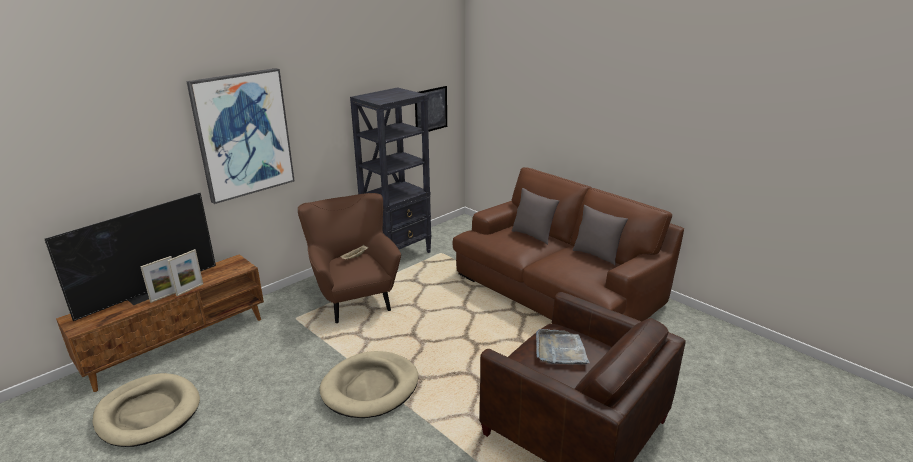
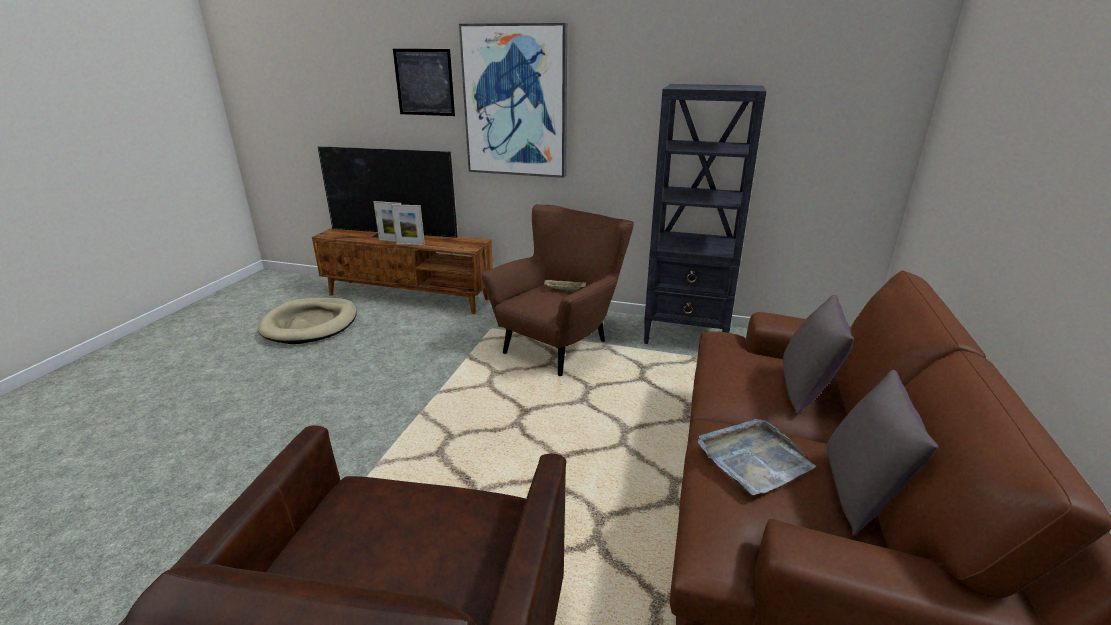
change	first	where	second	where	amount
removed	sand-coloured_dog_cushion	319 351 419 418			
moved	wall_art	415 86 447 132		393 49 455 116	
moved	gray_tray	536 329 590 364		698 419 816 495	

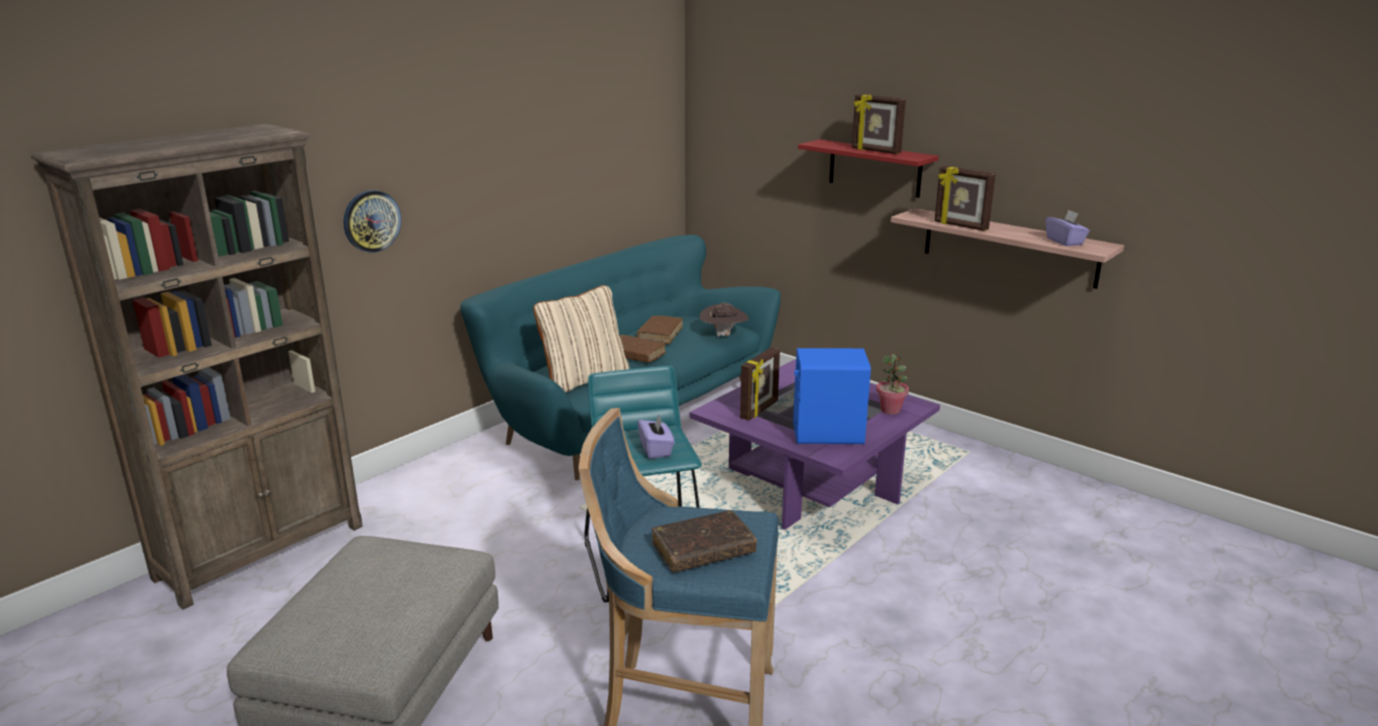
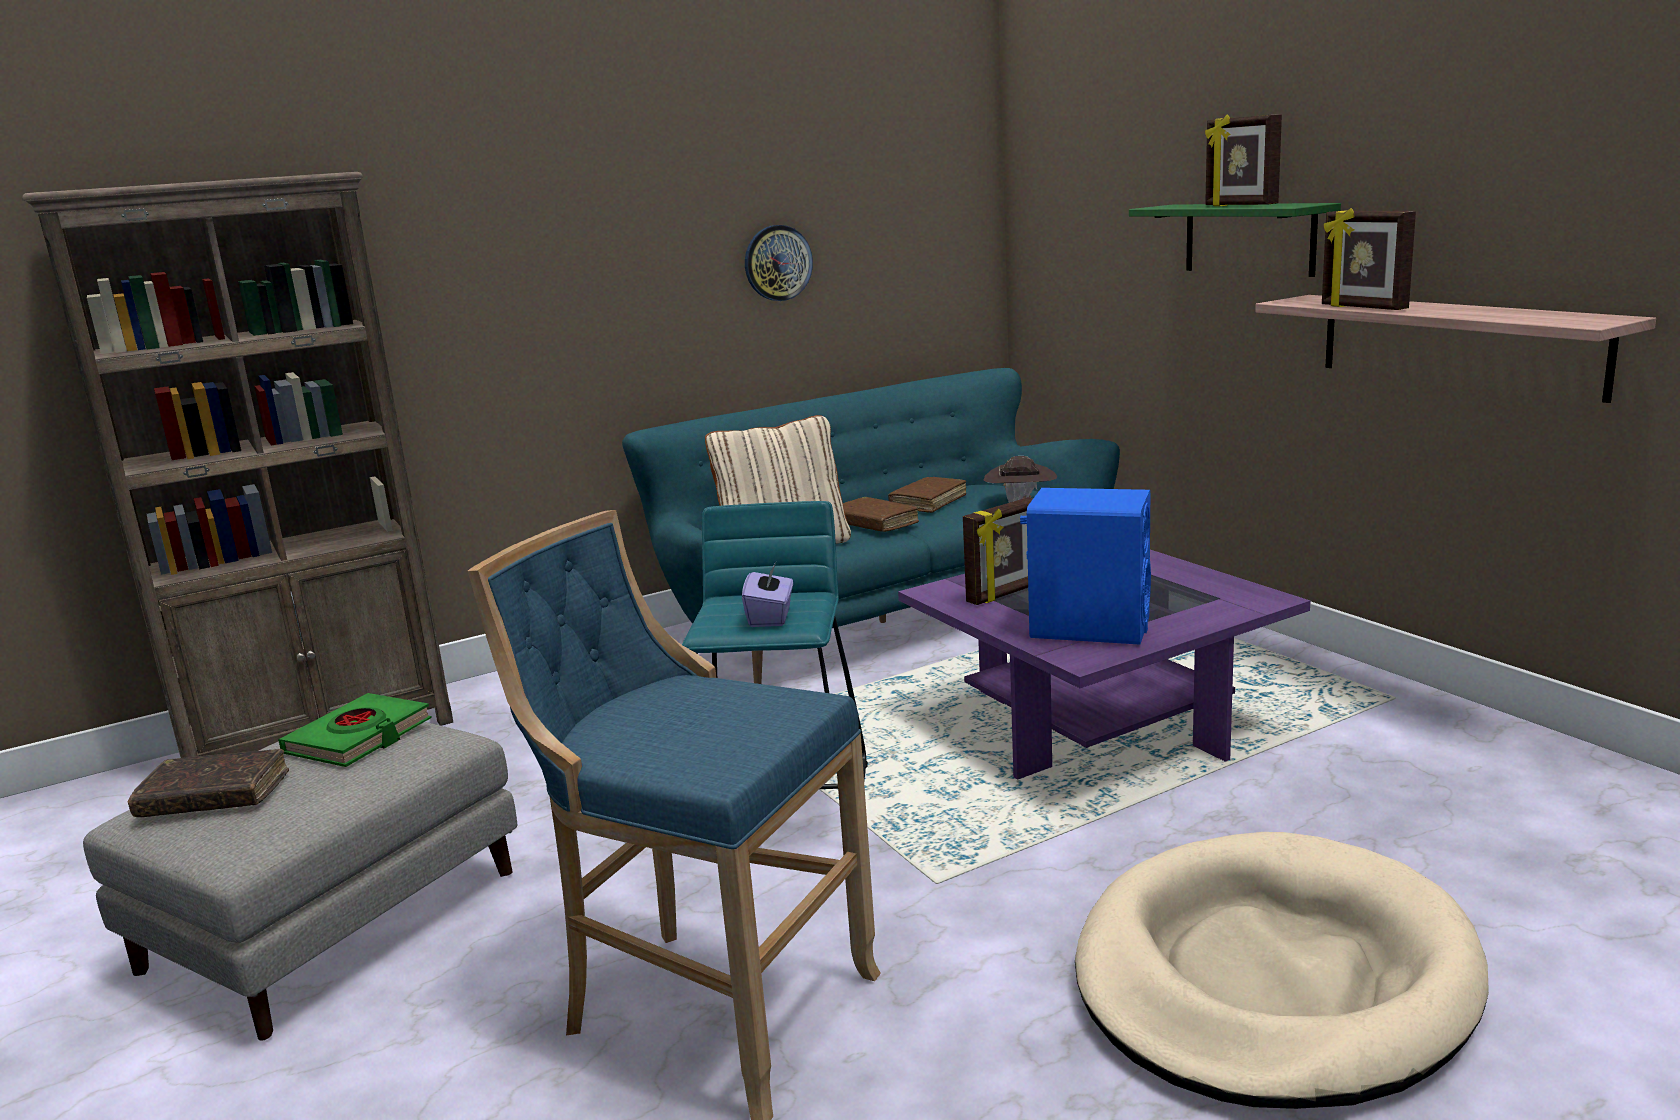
change	first	where	second	where	amount
moved	hanging_clock	343 190 401 252		745 225 813 301	
moved	brown-coloured_book	651 510 757 572		128 749 289 817	
recoloured	red_wall_shelf	798 139 939 198	green-coloured_wall_shelf	1129 203 1341 277	
removed	potted_plant	876 354 909 414			
removed	purple_tissue_holder	1046 210 1090 246			
added			green-coloured_book	278 693 432 767	
added			sand-coloured_dog_cushion	1075 832 1489 1109	

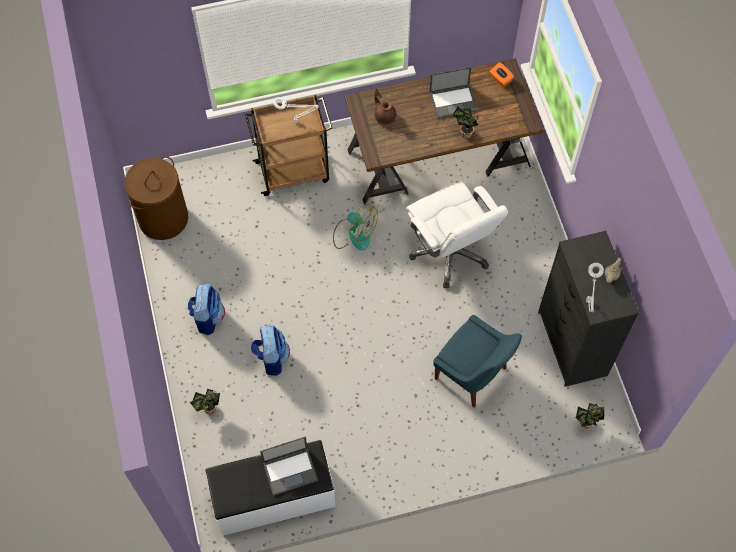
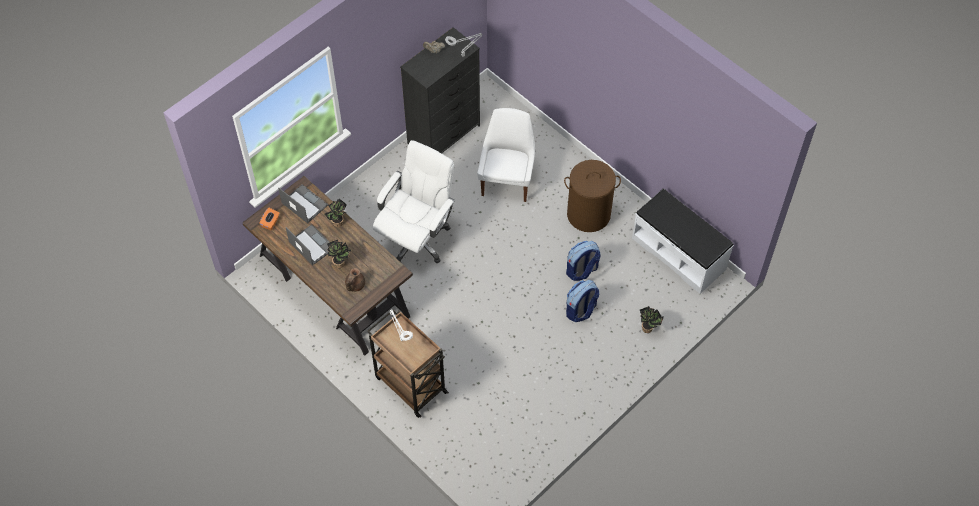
change	first	where	second	where	amount
moved	brown-coloured_washing_basket	124 156 188 240		564 160 621 232	
moved	knapsack	188 283 225 335		566 241 601 281	
moved	notebook_computer	260 436 318 496		278 184 328 223	
removed	fan	333 204 378 251			
recoloured	bluish_upright_chair	433 315 522 408	white-coloured_upright_chair	477 108 535 202	
moved	potted_plant	575 403 604 429		327 239 351 268	

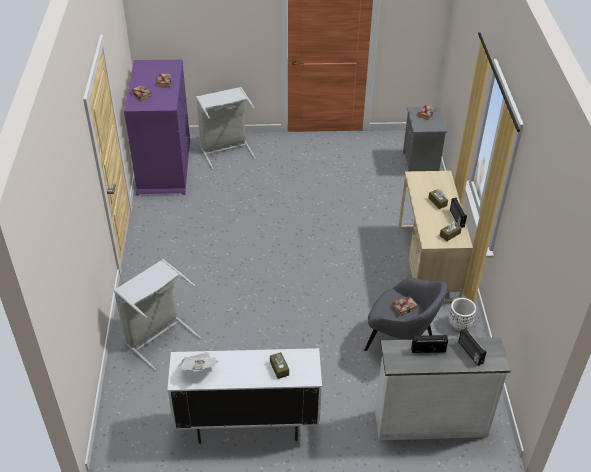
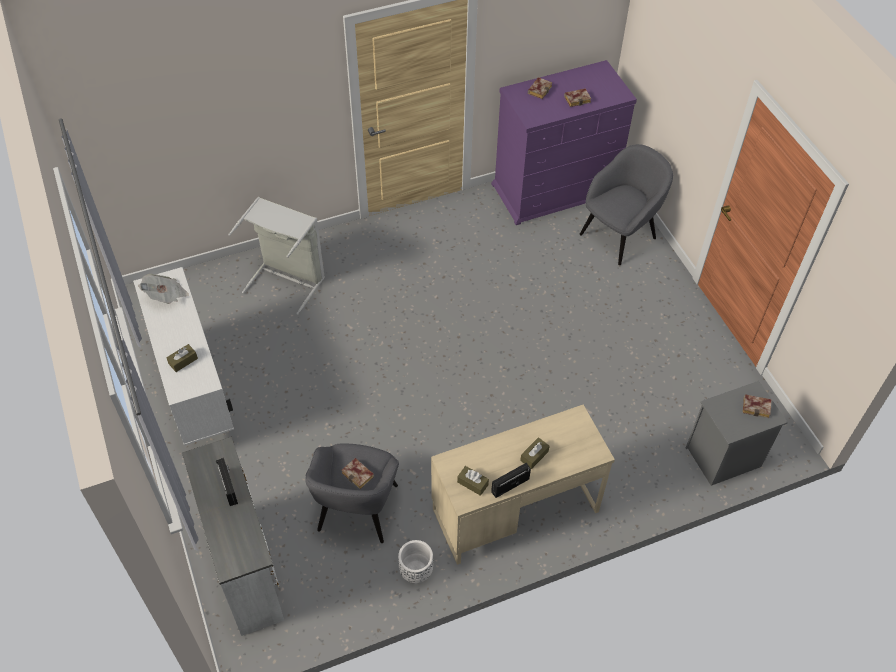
change	first	where	second	where	amount
replaced	gray_washing_basket	196 87 256 169	gray_armchair	580 144 673 265	
removed	radio_receiver	458 328 486 366			

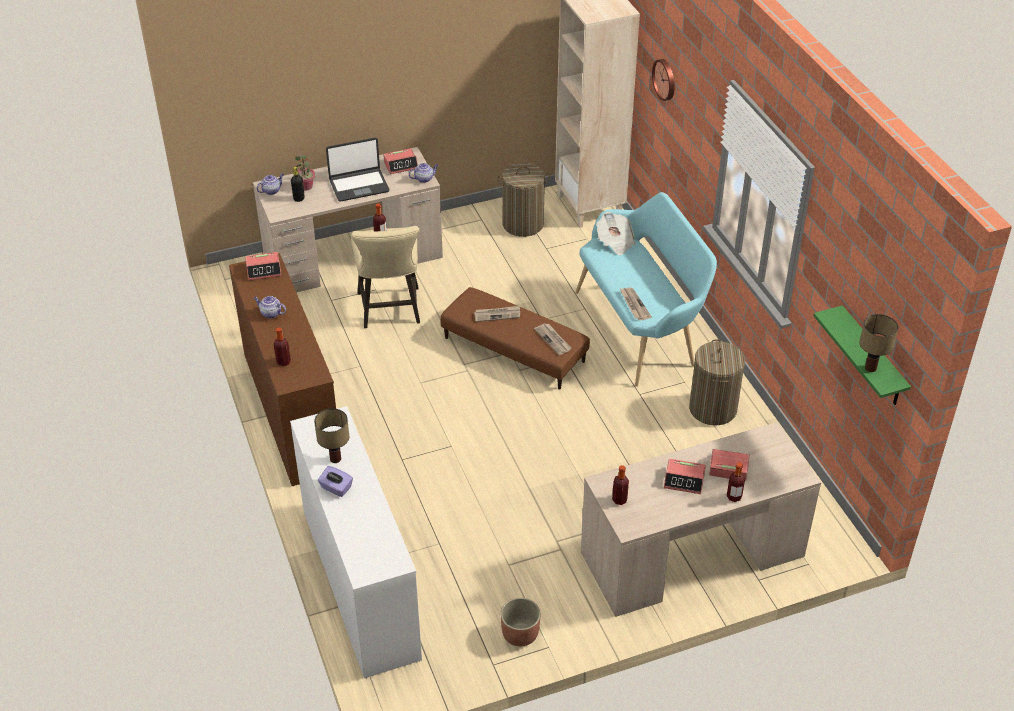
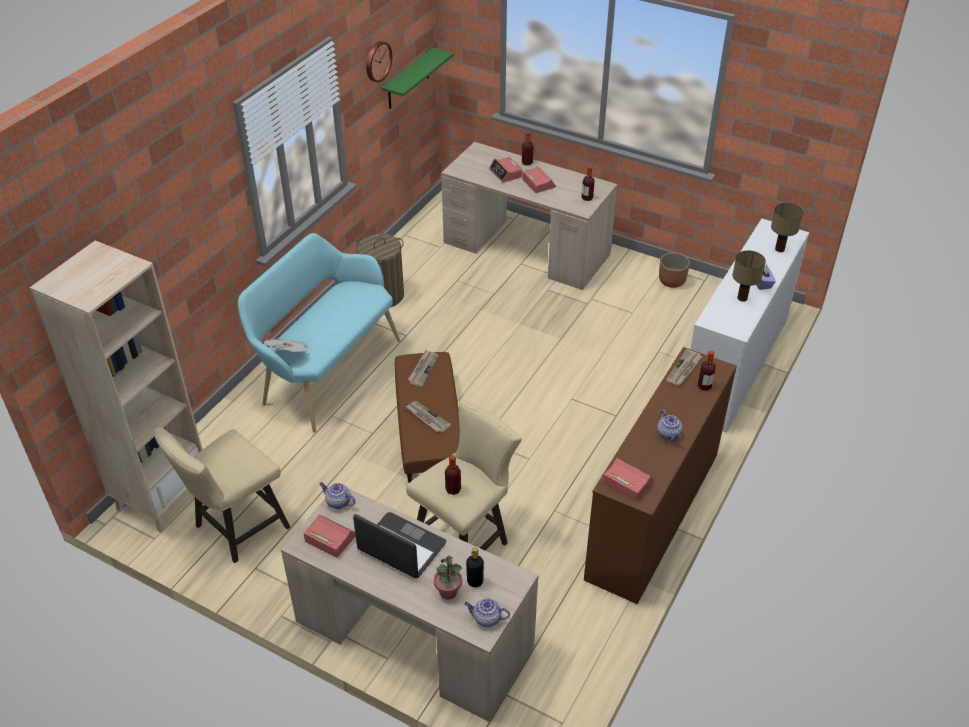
change	first	where	second	where	amount
replaced	washing_basket	497 162 550 237	sand-coloured_sitting_stool	153 427 290 563	
moved	daily_paper	619 288 652 321		666 349 703 386	
moved	hanging_clock	652 59 675 101		366 41 392 82	
moved	tabletop_lamp	859 314 898 372		771 203 803 252	

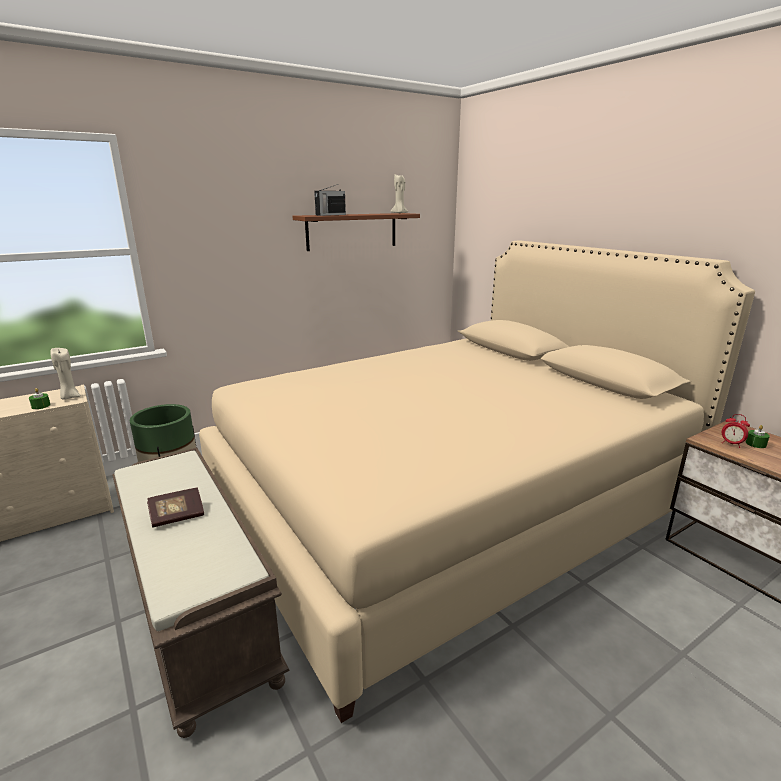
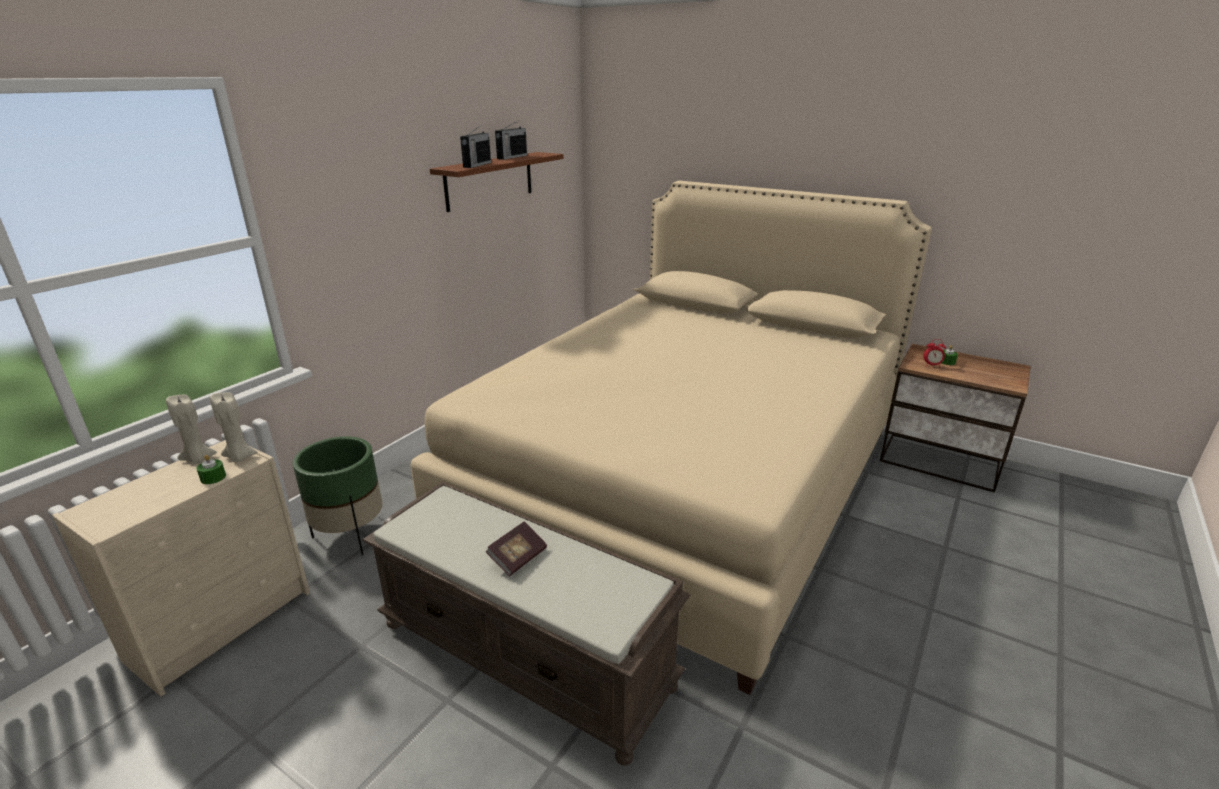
change	first	where	second	where	amount
moved	sand-coloured_candle	391 174 408 213		166 394 217 464	
added			radio_receiver	495 120 527 160	

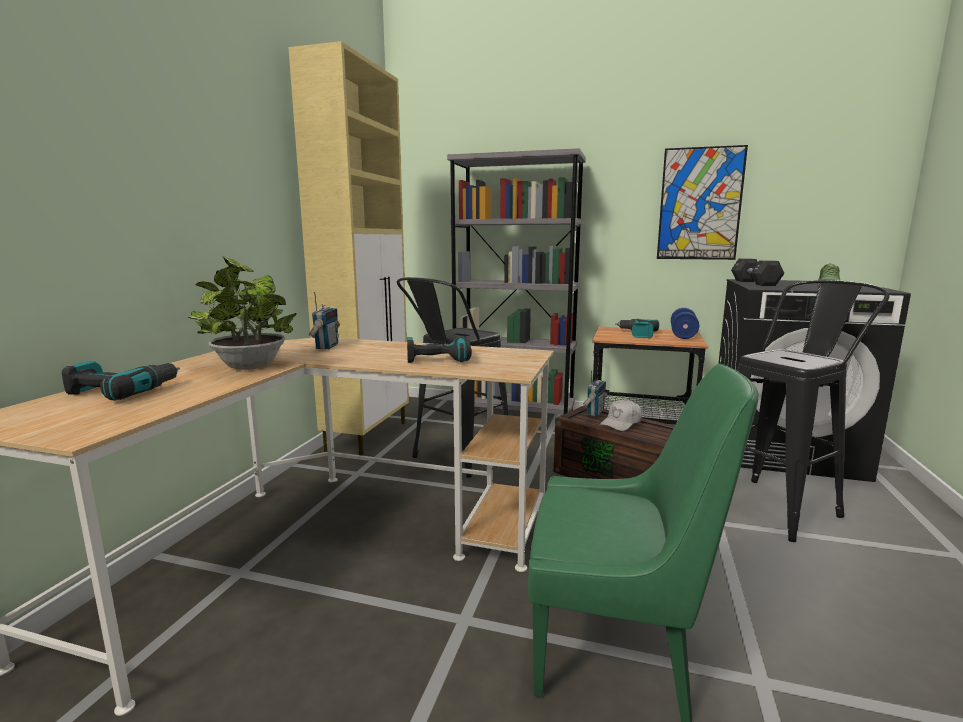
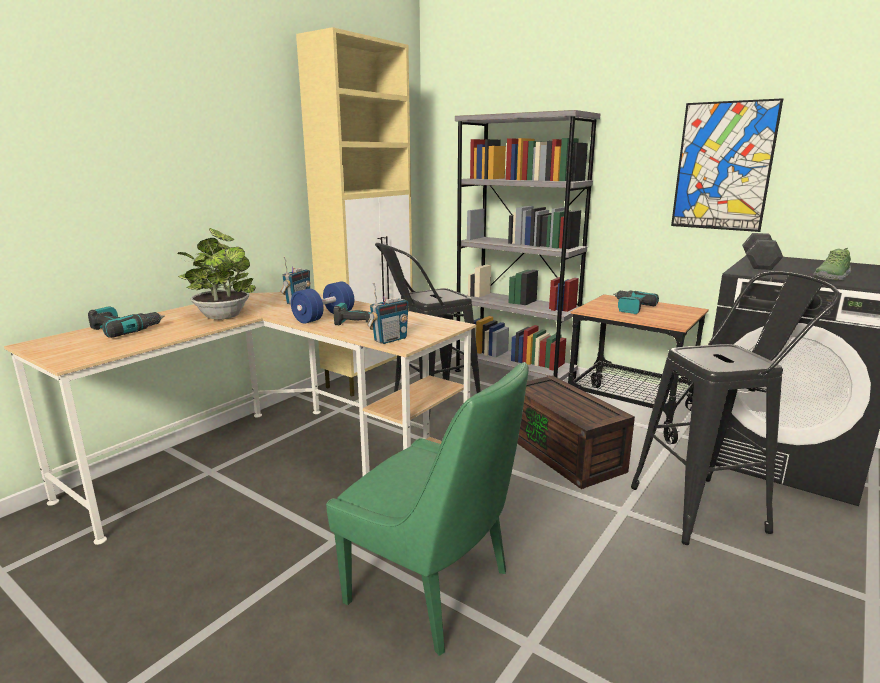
change	first	where	second	where	amount
moved	radio_receiver	583 370 607 417		367 282 409 344	
removed	white-coloured_cap	600 399 642 431			
moved	bluish_dumbbell	671 308 699 339		291 281 354 324	

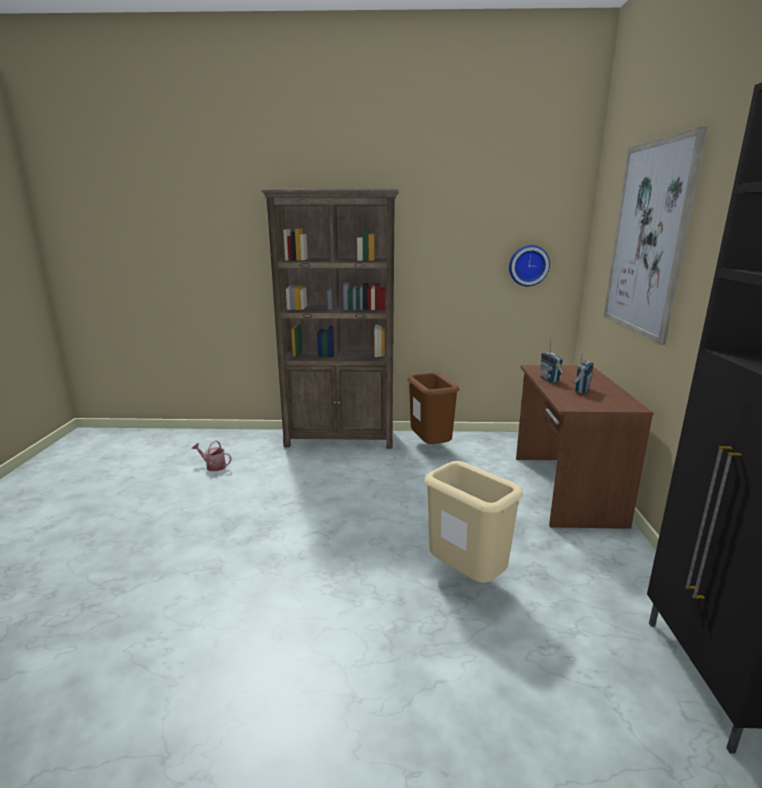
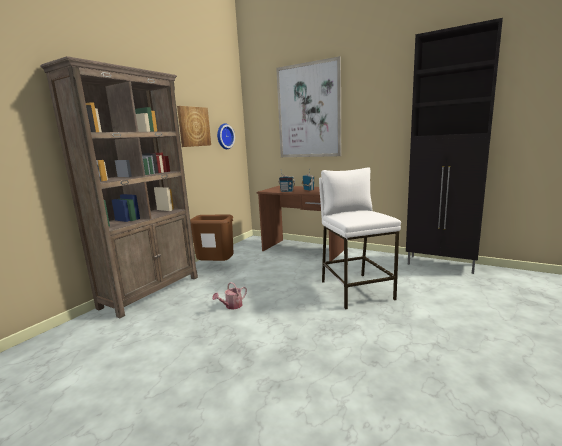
change	first	where	second	where	amount
moved	watering_pot	192 440 232 471		212 282 247 310	
replaced	sand-coloured_waste_bin	424 461 523 583	white-coloured_sitting_stool	319 167 401 310	
added			wall_art	177 106 211 147	

